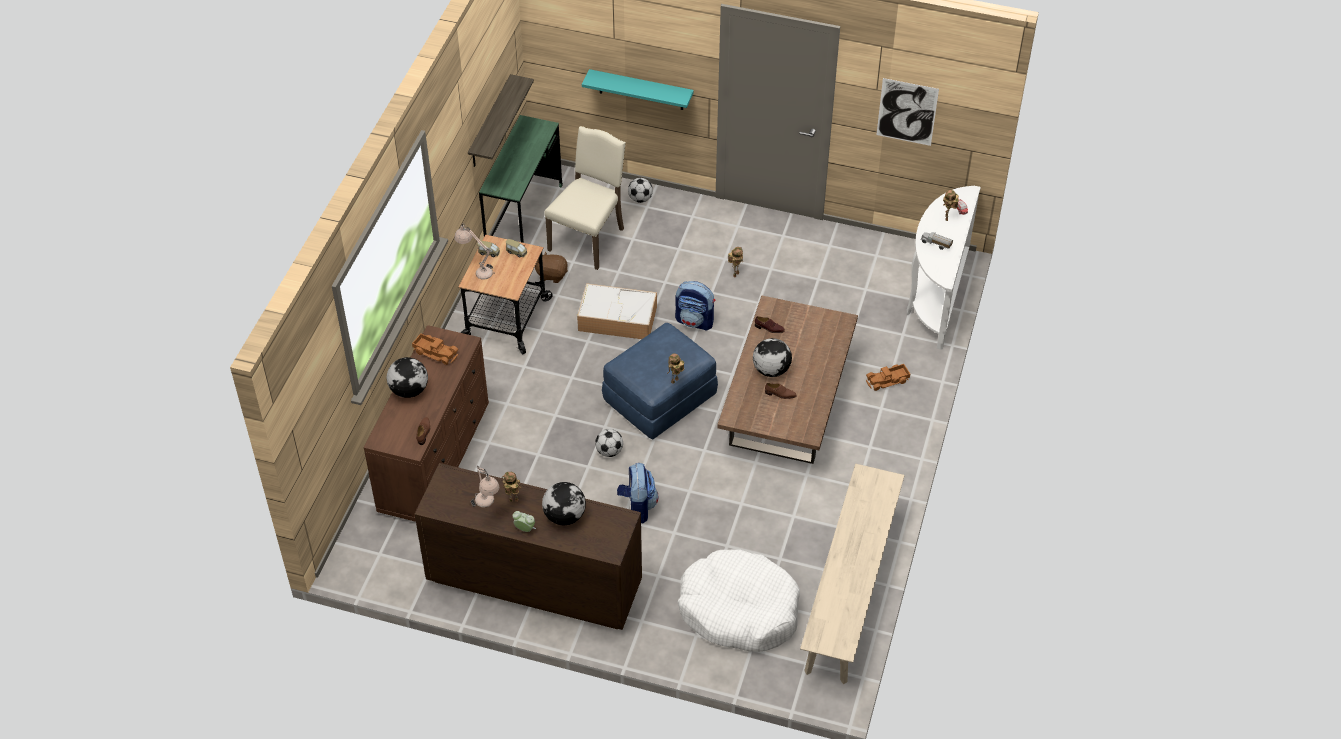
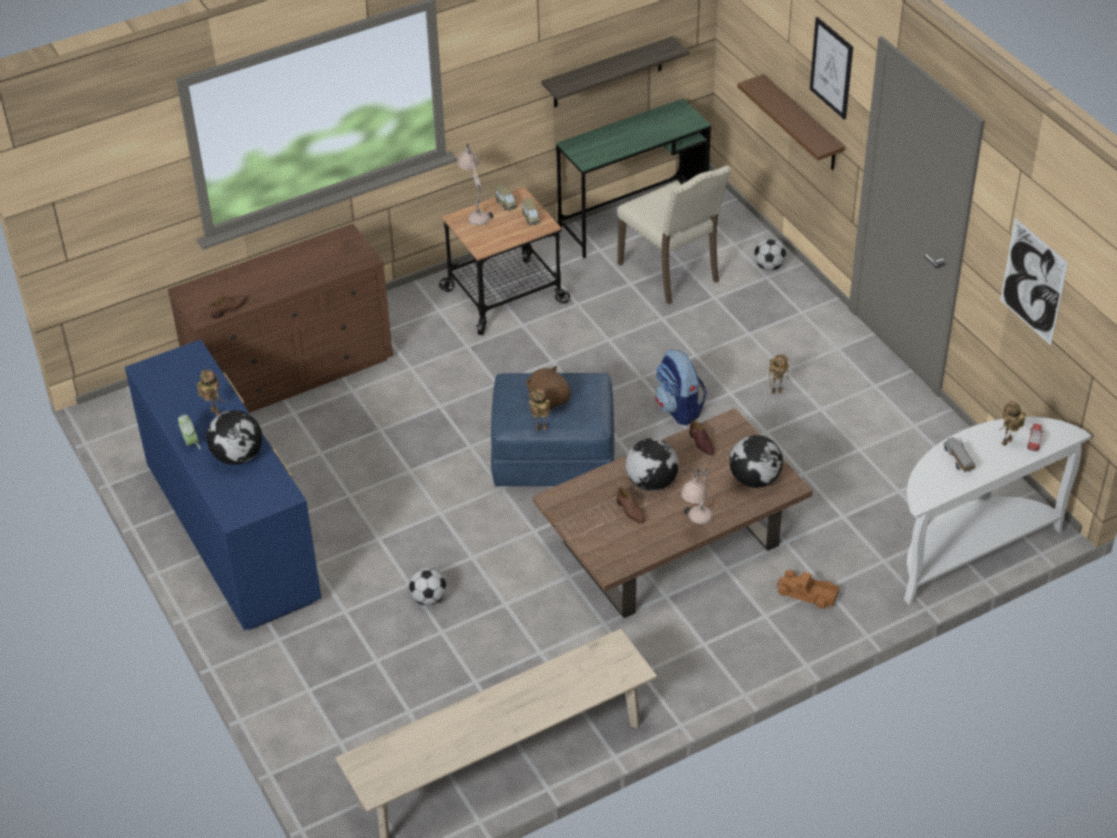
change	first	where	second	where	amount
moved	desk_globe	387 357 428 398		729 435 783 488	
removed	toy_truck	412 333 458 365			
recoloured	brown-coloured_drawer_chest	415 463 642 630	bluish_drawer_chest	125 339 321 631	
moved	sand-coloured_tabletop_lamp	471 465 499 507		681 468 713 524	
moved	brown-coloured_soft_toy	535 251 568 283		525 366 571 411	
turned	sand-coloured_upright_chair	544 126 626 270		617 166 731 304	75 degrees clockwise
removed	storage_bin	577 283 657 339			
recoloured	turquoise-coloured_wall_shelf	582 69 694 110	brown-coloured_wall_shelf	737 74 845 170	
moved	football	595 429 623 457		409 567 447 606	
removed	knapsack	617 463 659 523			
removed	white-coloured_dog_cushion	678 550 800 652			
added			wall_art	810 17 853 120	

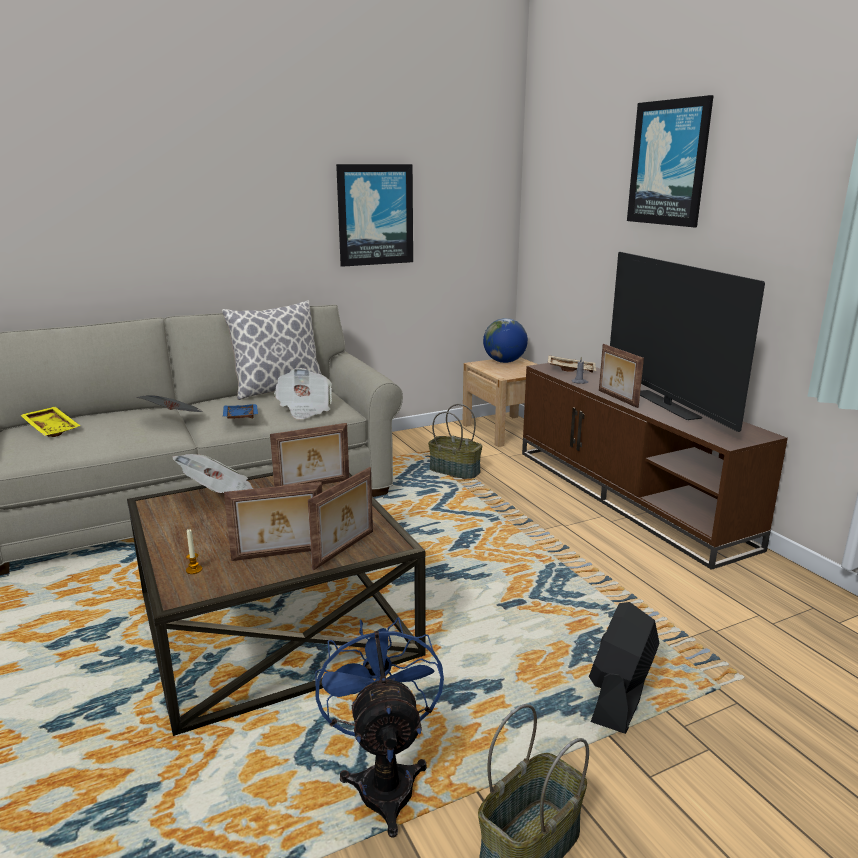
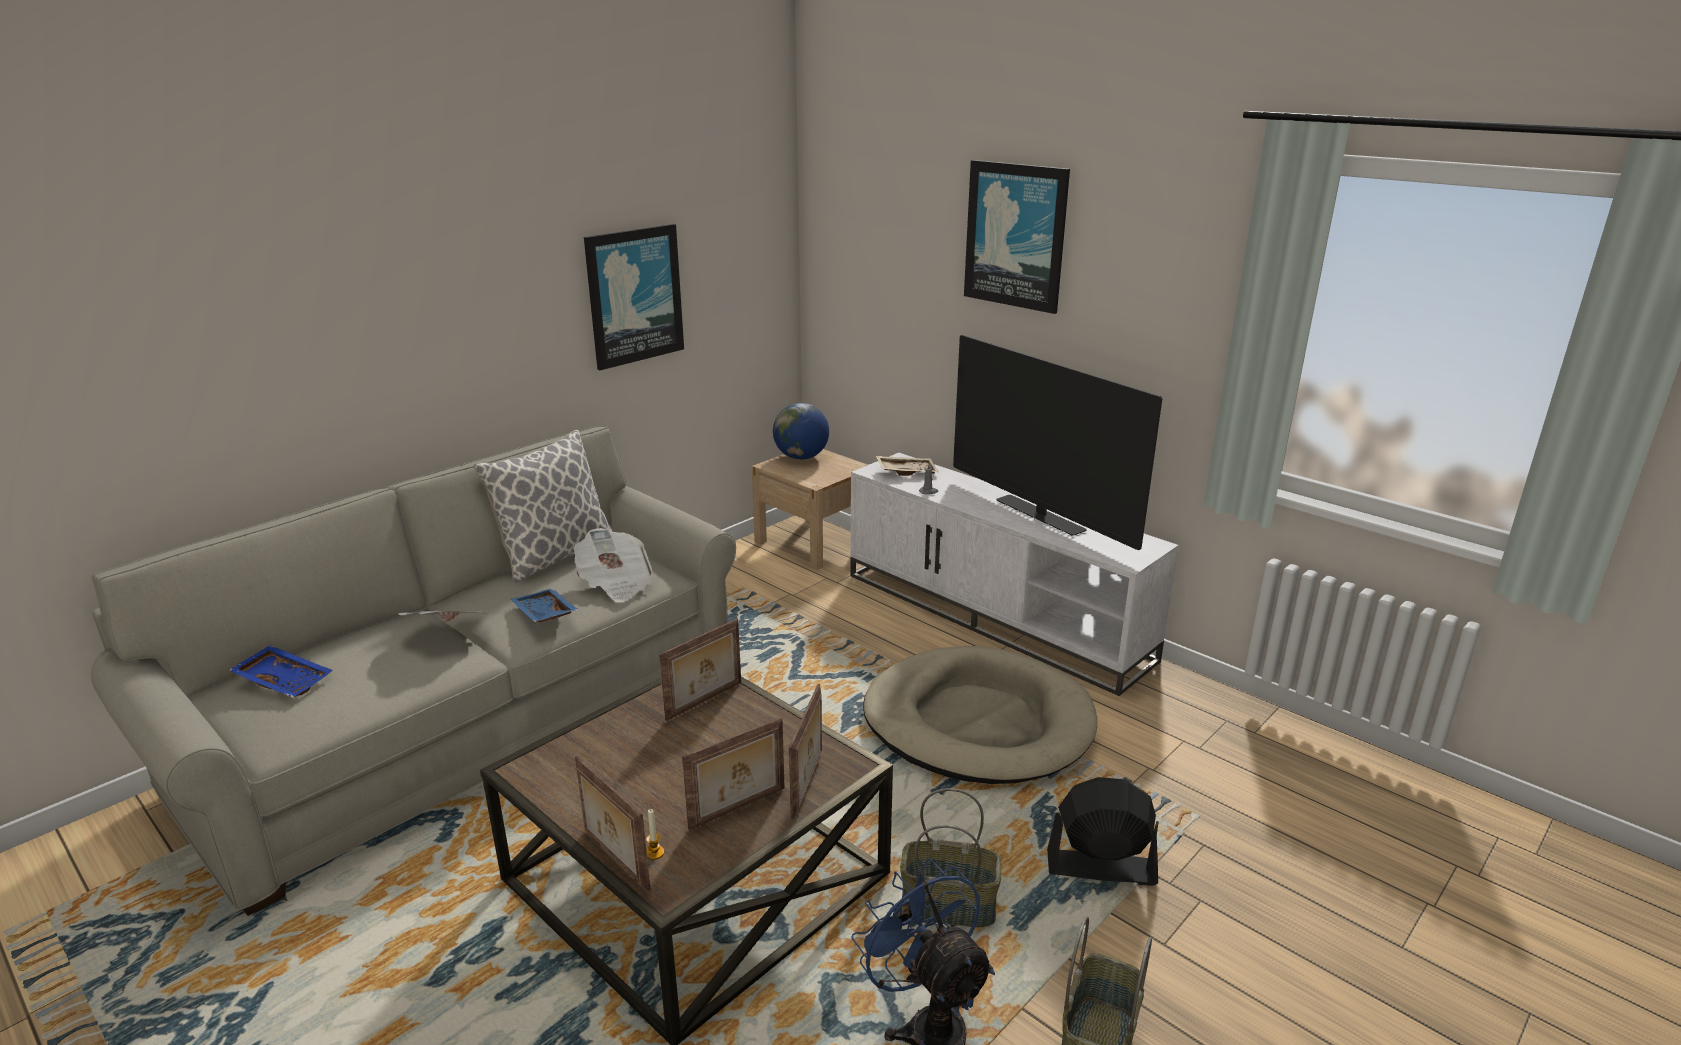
change	first	where	second	where	amount
recoloured	yellowish_tray	20 406 80 437	bluish_tray	229 645 333 698	
removed	daily_paper	173 454 253 493			
moved	storage_basket	428 404 482 479		900 788 1002 927	
recoloured	brown-coloured_media_console	522 359 788 570	white-coloured_media_console	850 453 1179 696	
turned	black_fan	589 602 659 734		1047 777 1159 886	90 degrees clockwise
moved	picture_frame	599 344 644 408		575 756 651 891	
added			sand-coloured_dog_cushion	863 646 1097 784	

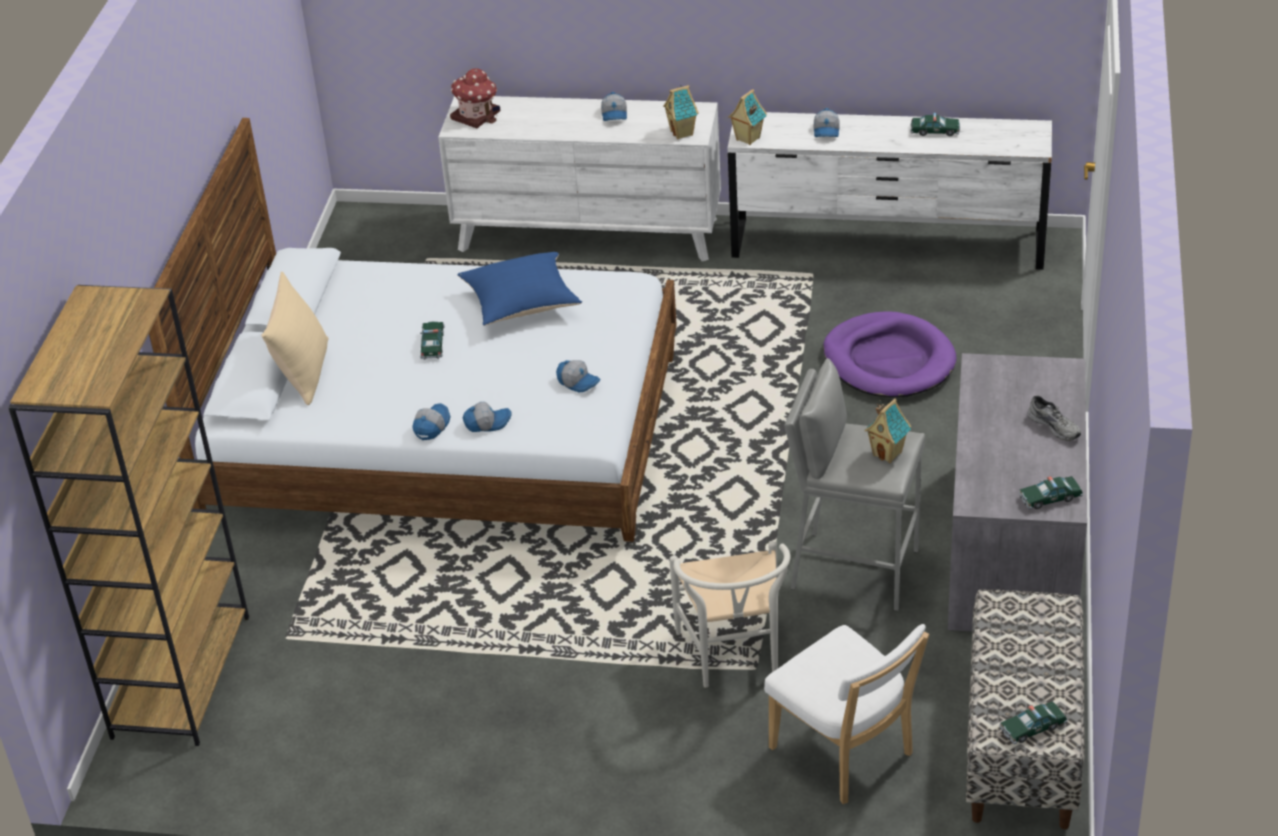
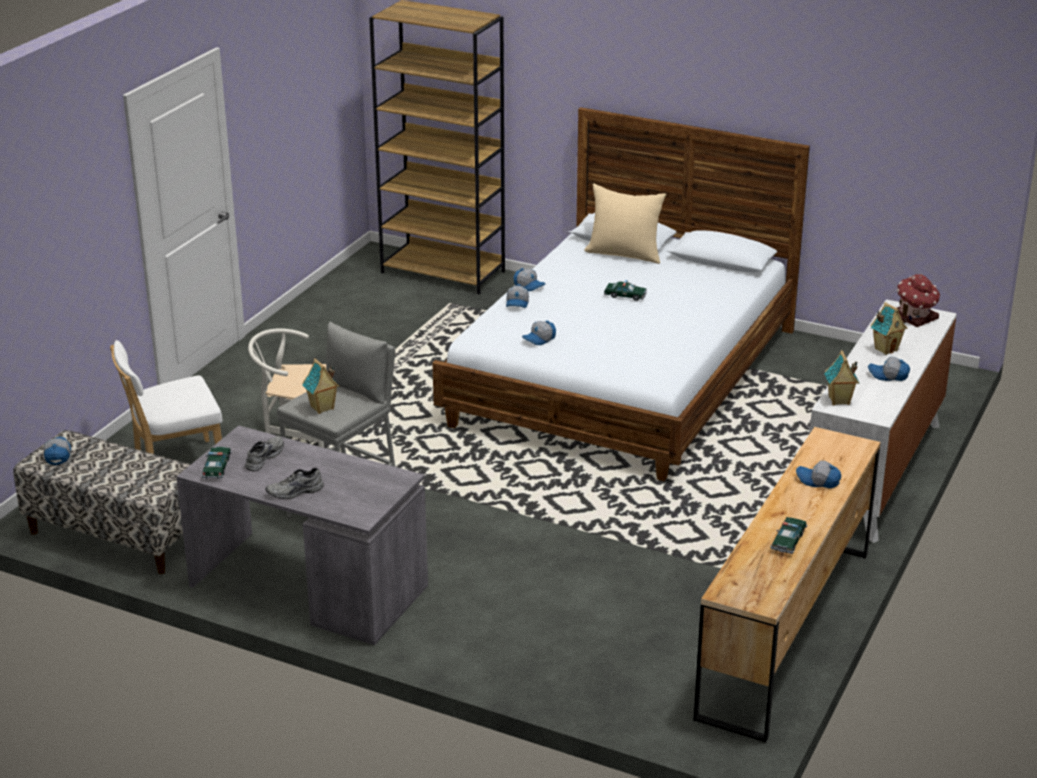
change	first	where	second	where	amount
removed	bluish_throw_pillow	457 252 582 326			
moved	model_house	728 89 767 145		870 302 907 355	
recoloured	white-coloured_drawer_chest	728 112 1052 270	brown-coloured_drawer_chest	694 427 881 743	
removed	purple_dog_cushion	823 311 957 398			
replaced	model_car	999 701 1068 744	cap	44 436 71 465	
added			gray_shoe	245 436 284 472	

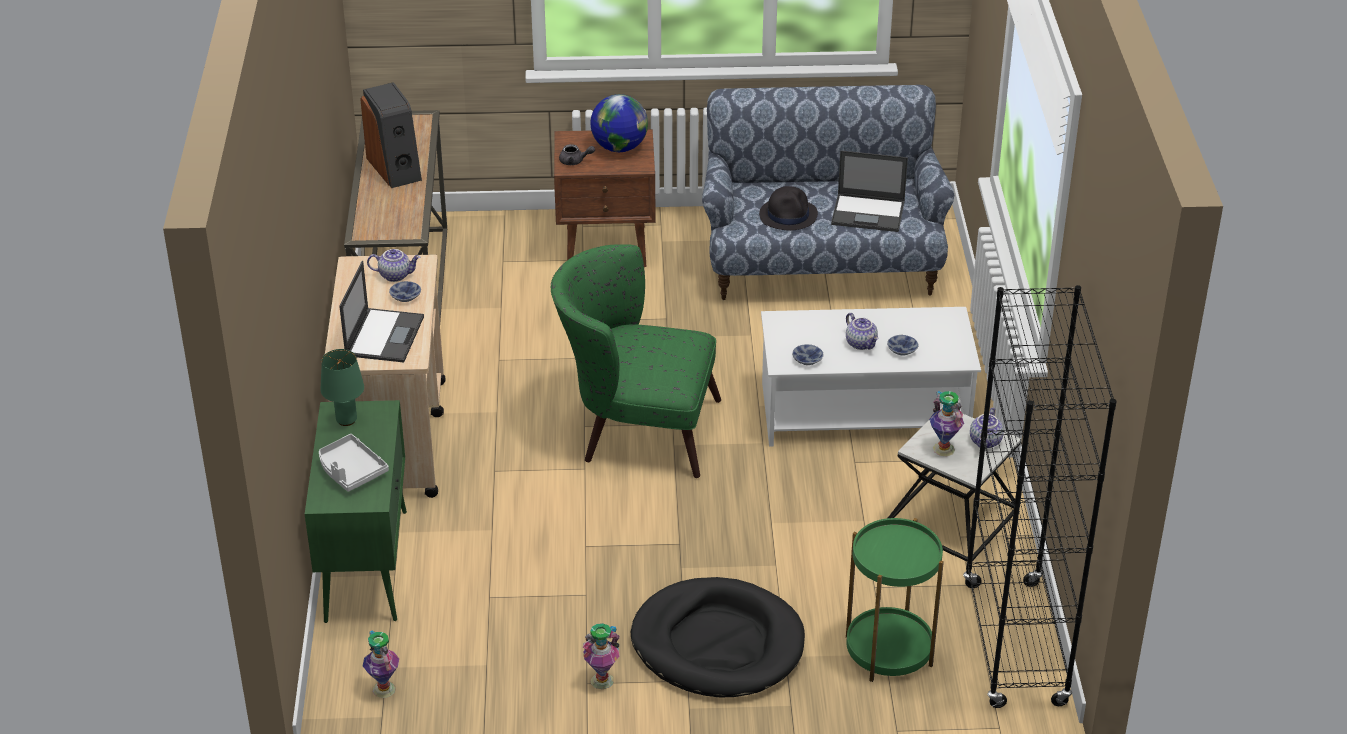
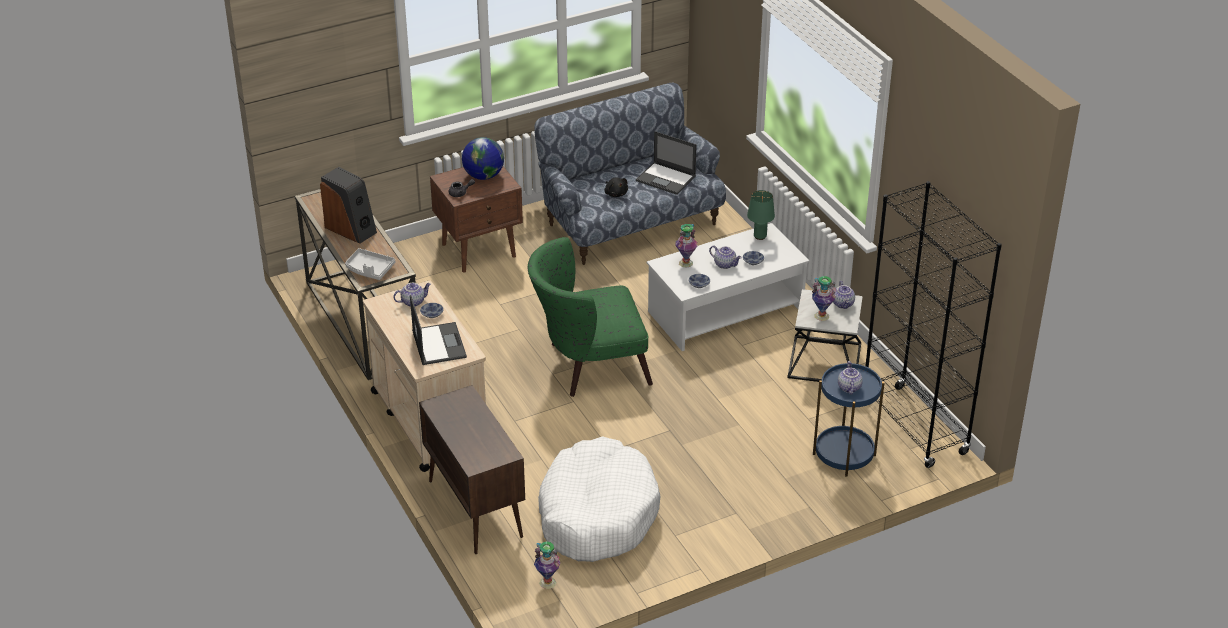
change	first	where	second	where	amount
recoloured	green-coloured_cabinet	305 400 407 623	brown-coloured_cabinet	419 385 525 554	
moved	gray_tray	319 434 389 492		345 248 395 280	
moved	green-coloured_tabletop_lamp	321 349 364 426		747 190 775 240	
moved	vase	583 623 620 689		675 224 698 268	
removed	black_dog_cushion	631 577 805 697			
replaced	black_wearable_hat	759 186 818 230	black_soft_toy	605 177 628 197	
turned	notebook_computer	831 151 908 232		636 131 697 195	45 degrees clockwise
recoloured	green-coloured_accent_table	846 518 944 682	bluish_accent_table	813 363 884 476	
added			white-coloured_dog_cushion	538 436 660 562	
added			teapot	838 361 863 395	

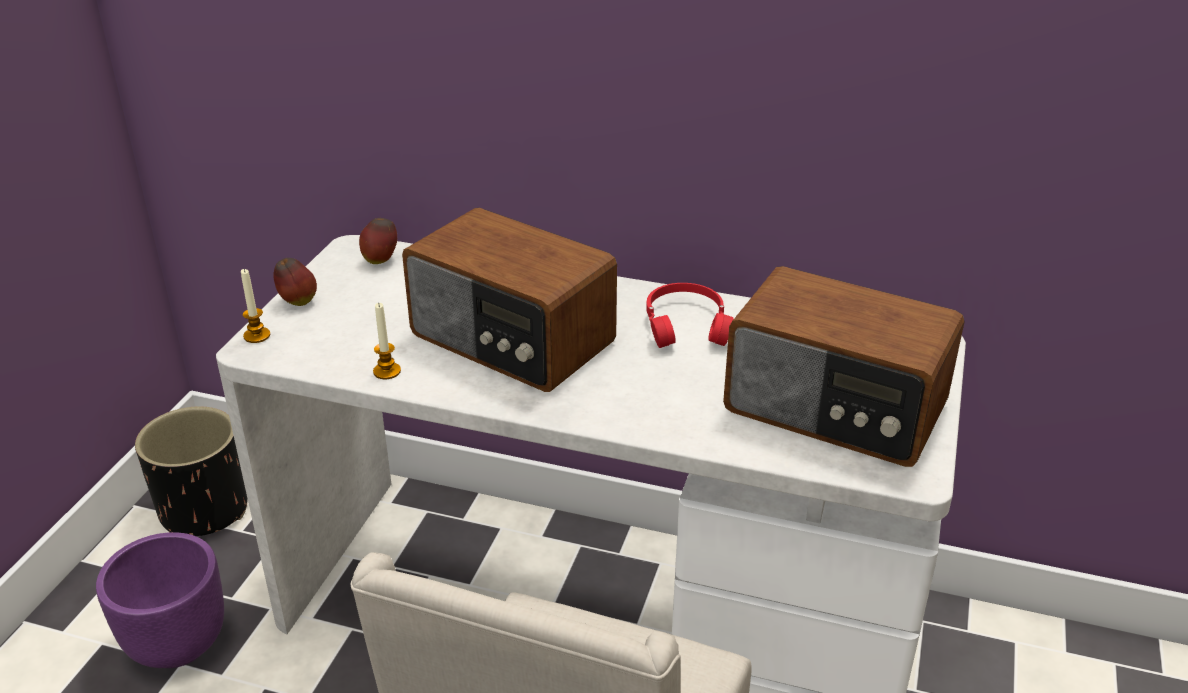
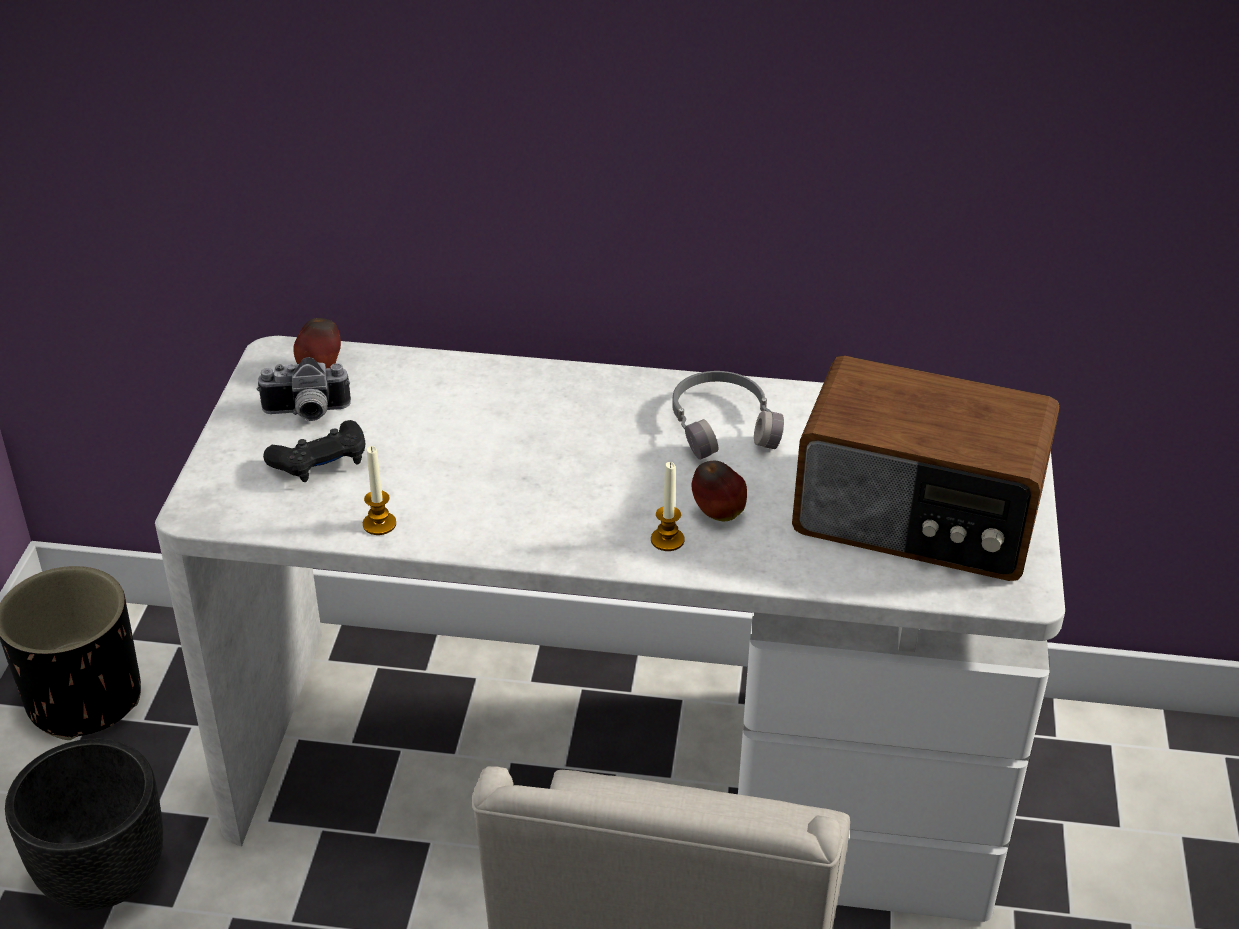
change	first	where	second	where	amount
recoloured	purple_plant_pot	96 532 224 668	black_plant_pot	5 739 163 911	
moved	candle	241 269 270 343		651 462 685 551	
moved	whole_apple	273 258 317 306		692 461 747 521	
removed	radio_receiver	402 208 617 392			
recoloured	red_pair_of_headphones	646 283 733 348	gray_pair_of_headphones	672 371 784 460	
added			photo_camera	257 357 351 421	
added			black_joypad	263 420 366 482	

